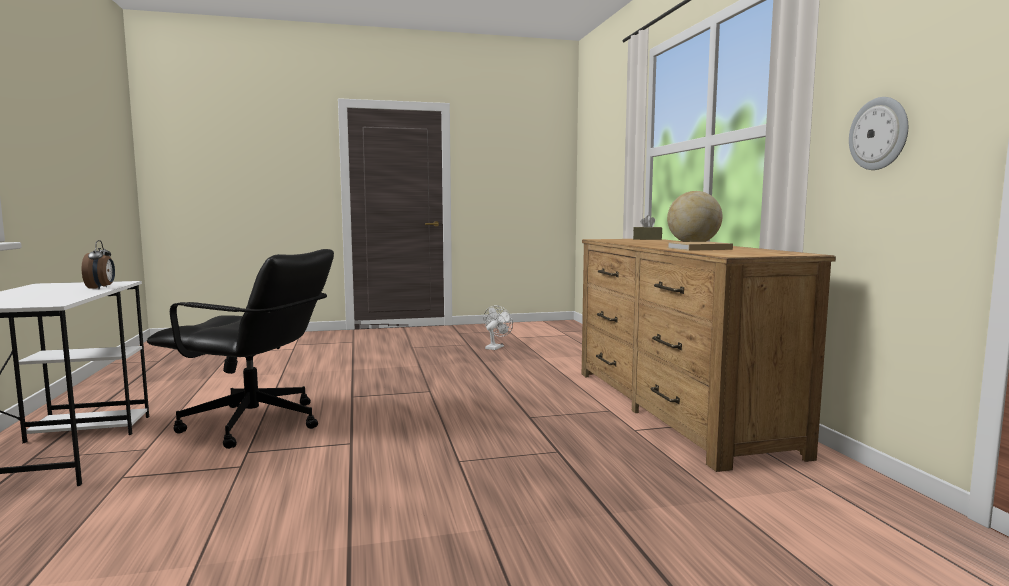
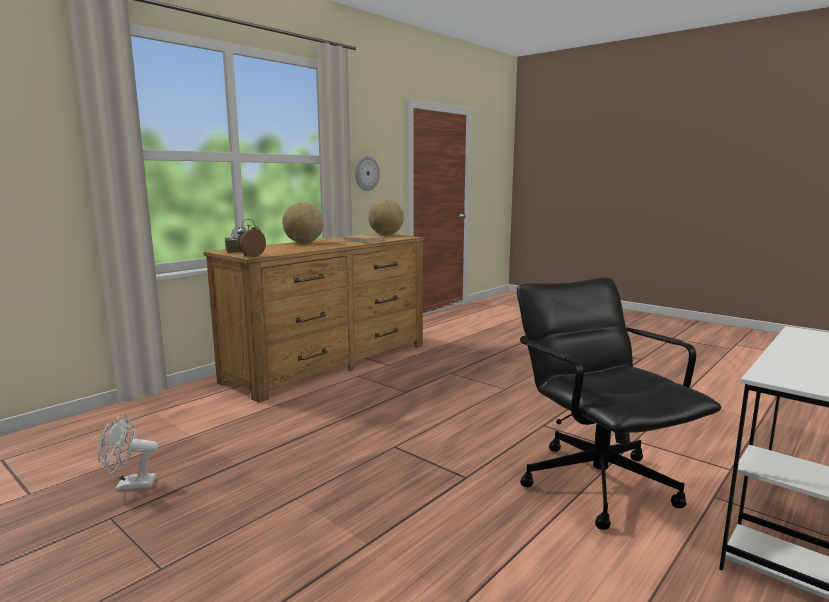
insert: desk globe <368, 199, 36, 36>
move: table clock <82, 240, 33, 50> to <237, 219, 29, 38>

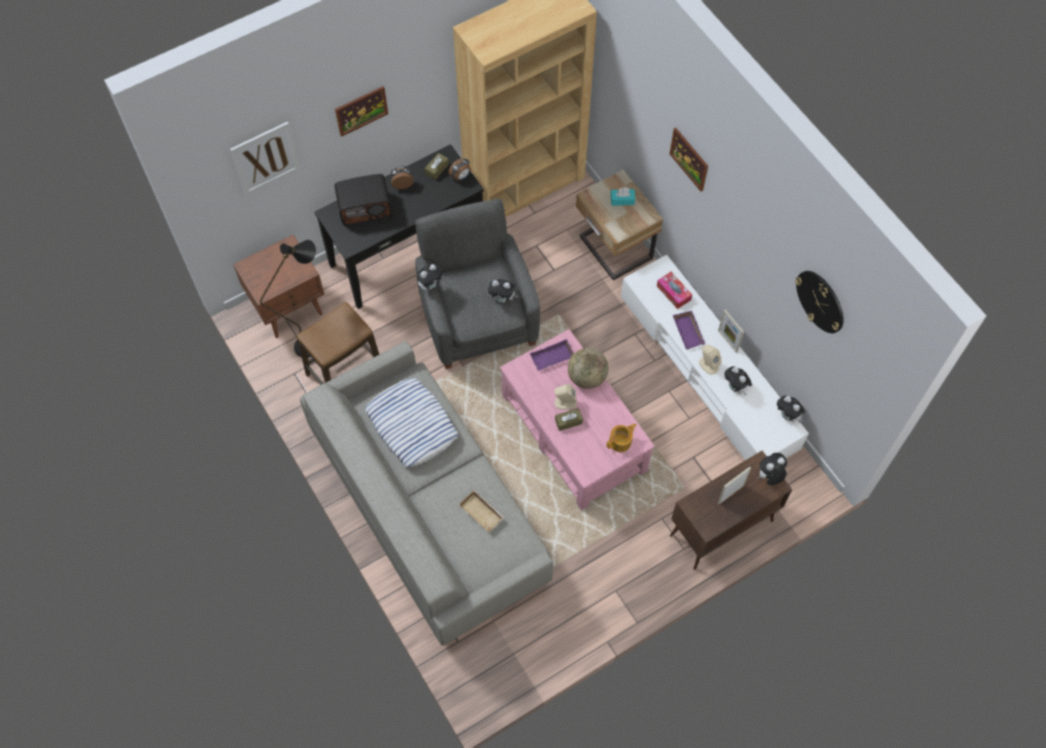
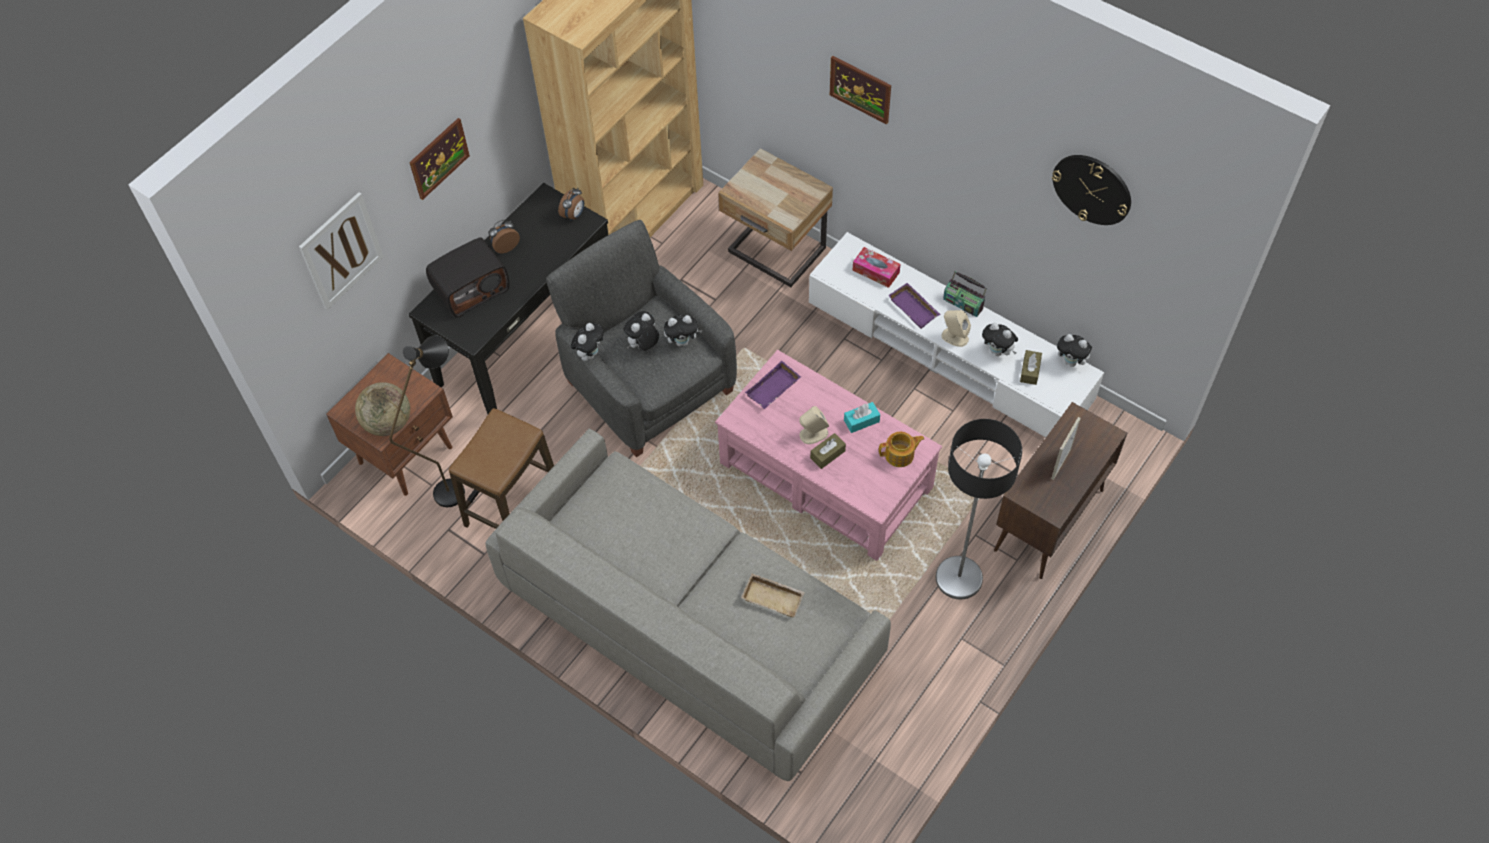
delete: throw pillow <365, 378, 93, 89>
insert: standard lamp <936, 419, 86, 181>
move: brown tissue holder <425, 153, 24, 27> to <1020, 350, 22, 35>; desk globe <568, 348, 41, 41> to <355, 382, 55, 54>; blue-green tissue holder <611, 188, 24, 18> to <844, 402, 36, 31>; cuddly toy <757, 453, 30, 32> to <623, 311, 36, 40>
replace: picture frame <718, 310, 26, 43> to radio <943, 271, 44, 46>
rotate: pot for tea <606, 423, 31, 29> = <879, 432, 45, 35> 45 degrees clockwise

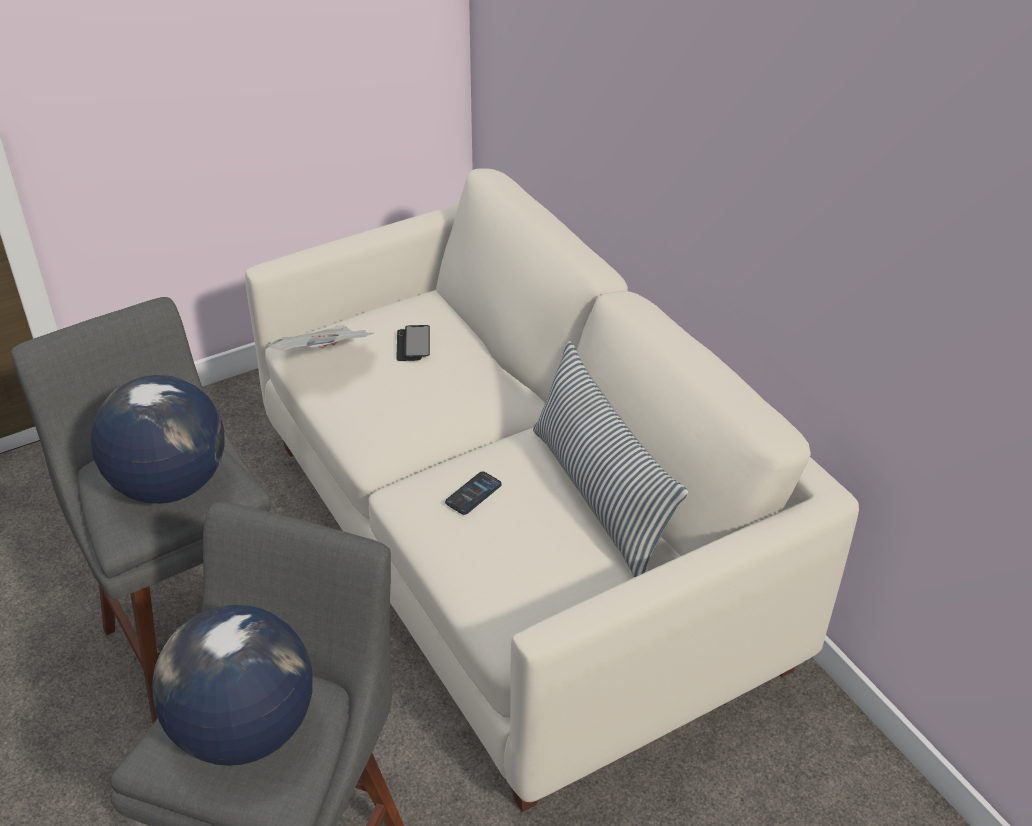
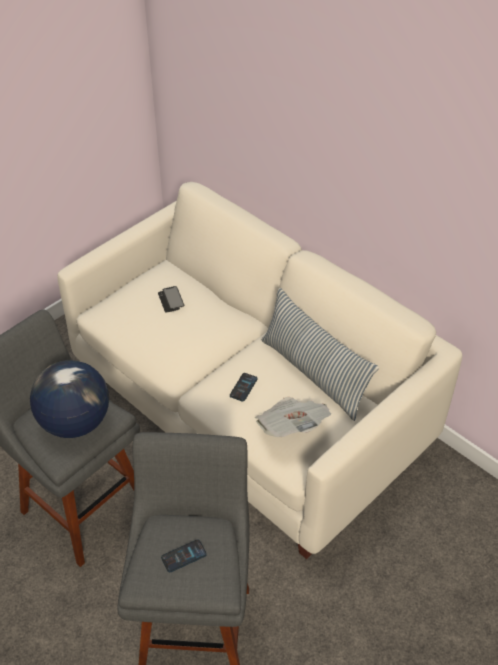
move: newspaper <268, 325, 106, 25> to <255, 397, 76, 40>
replace: desk globe <152, 605, 161, 161> to handset <161, 539, 46, 33>

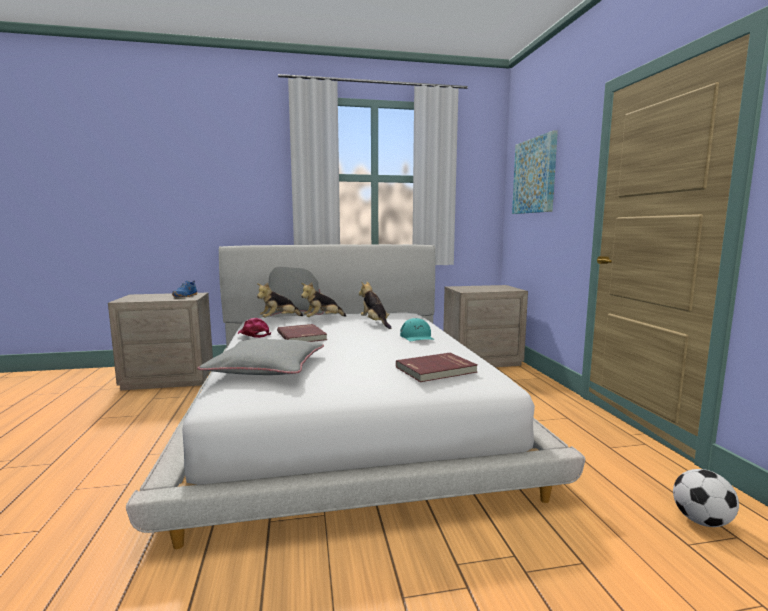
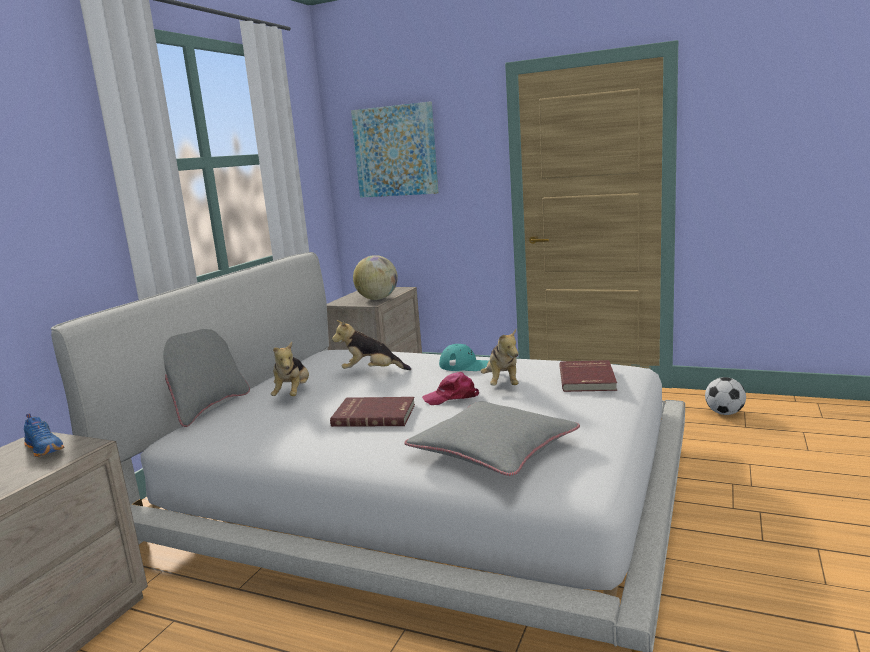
insert: desk globe <353, 255, 45, 45>
move: pink-coloured cap <238, 318, 33, 20> to <422, 372, 57, 33>; cuddly toy <257, 283, 46, 35> to <481, 329, 38, 57>

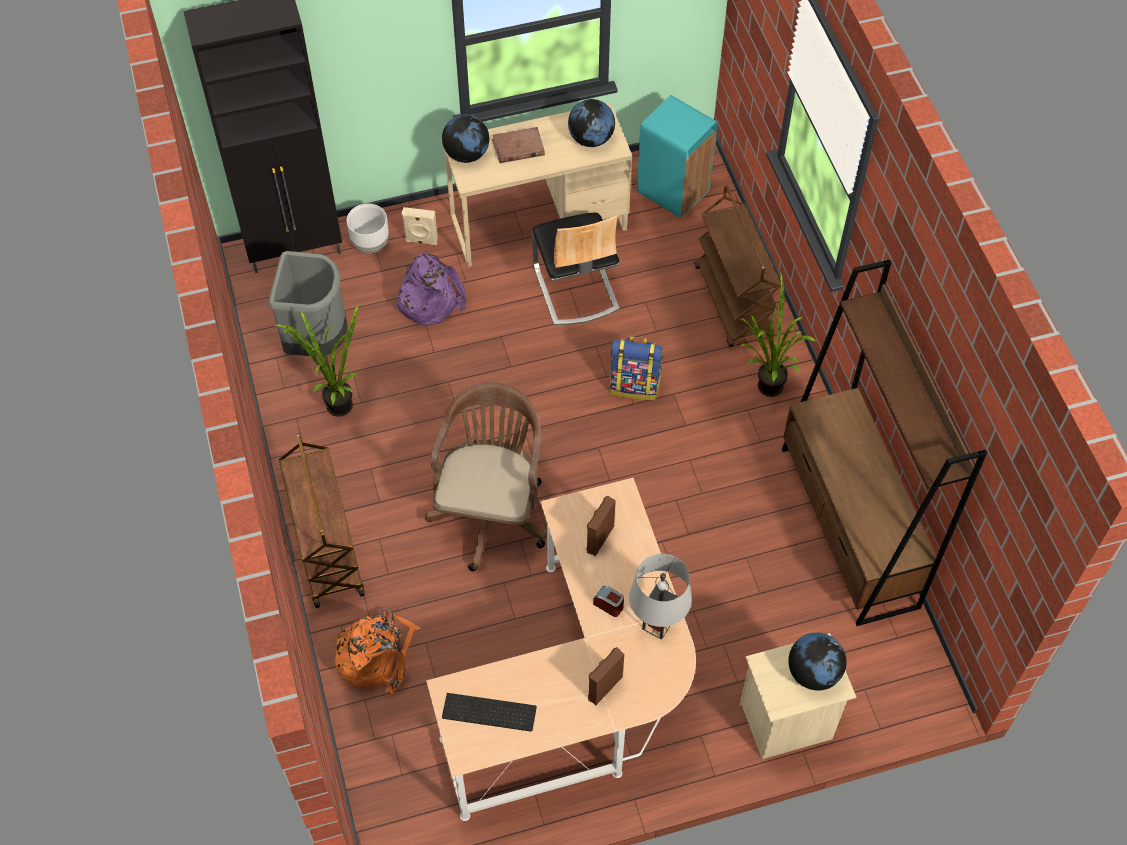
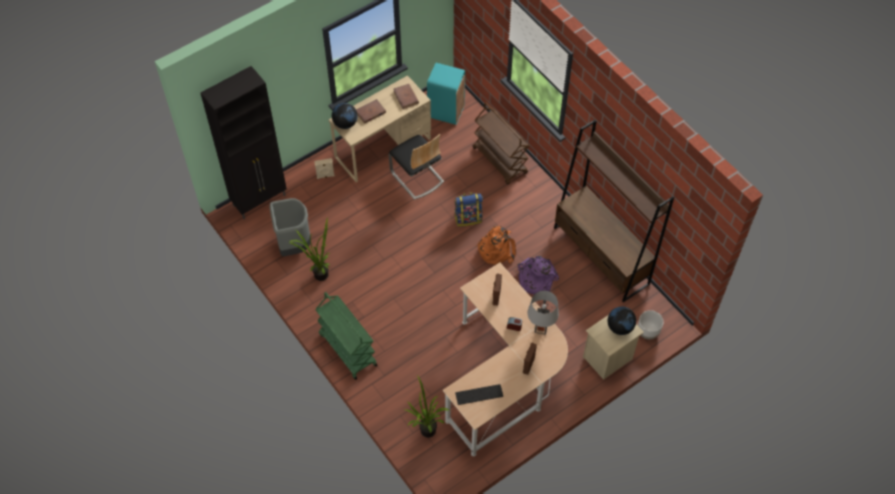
delete: brown computer chair <425, 382, 122, 189>
move: orange-coloured backpack <335, 609, 86, 86> to <476, 226, 40, 39>; white plant pot <347, 204, 42, 49> to <638, 310, 26, 29>; purple-coloured backpack <394, 254, 73, 72> to <517, 256, 42, 38>; plant in a pot <740, 270, 77, 127> to <405, 375, 44, 63>
replace: desk globe <568, 99, 47, 48> to brown volume <393, 84, 26, 25>
recolor: brown cart <279, 433, 86, 175> to greenish cart <315, 292, 63, 88>

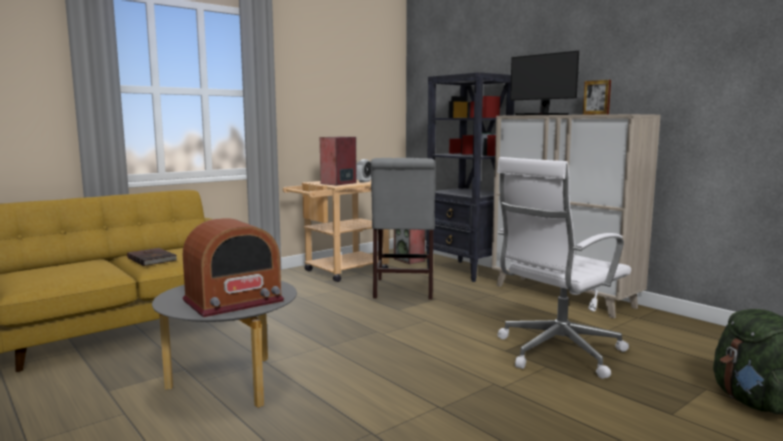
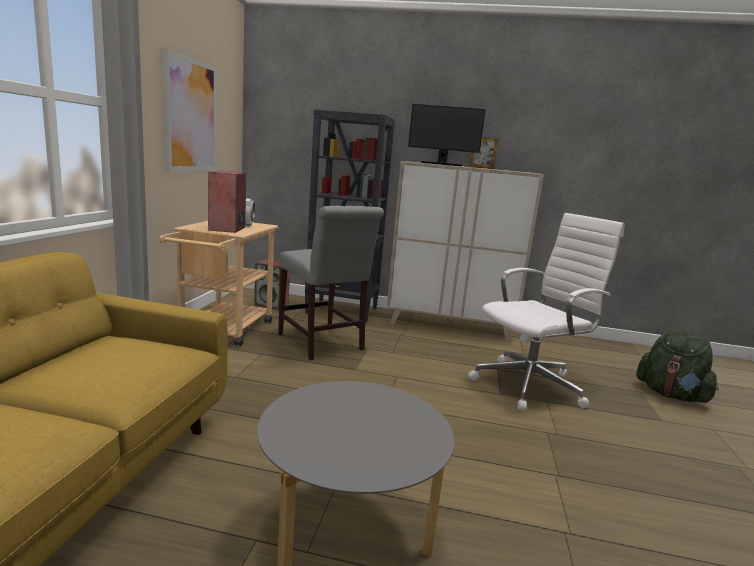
delete: brown volume <127, 248, 50, 18>; radio <183, 218, 101, 99>
insert: picture <163, 48, 53, 124>
rotate: white computer chair <497, 157, 134, 222> = <468, 213, 157, 198> 135 degrees counterclockwise

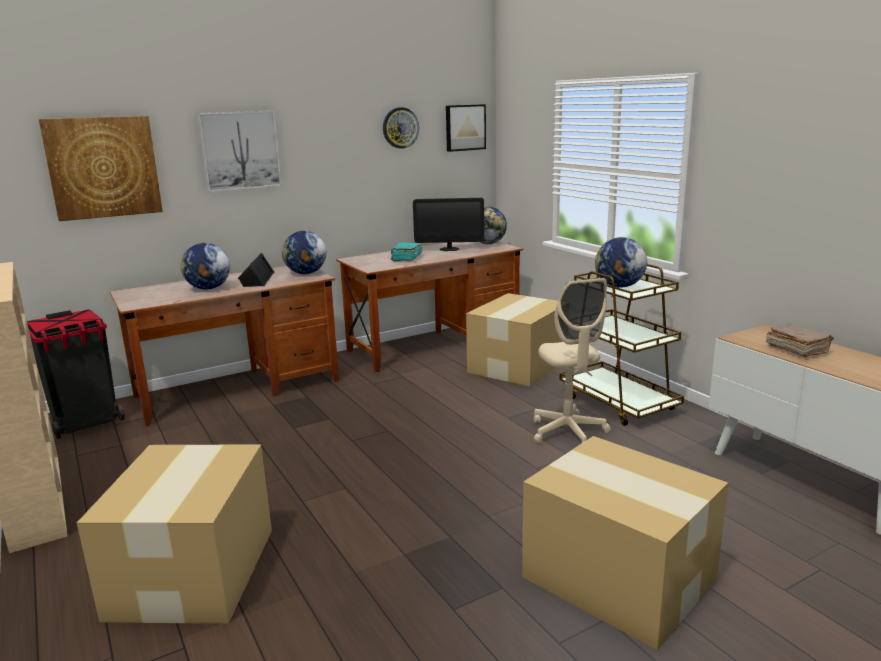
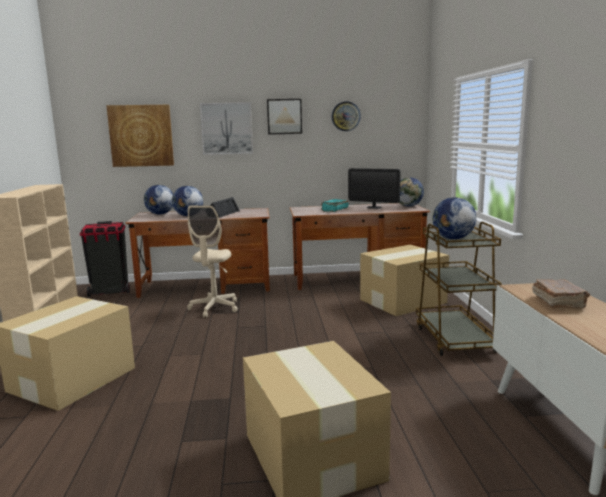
move: desk globe <282, 231, 44, 43> to <143, 185, 30, 29>; picture <446, 104, 40, 48> to <267, 99, 35, 36>; sand-coloured computer chair <534, 278, 76, 166> to <187, 205, 51, 113>

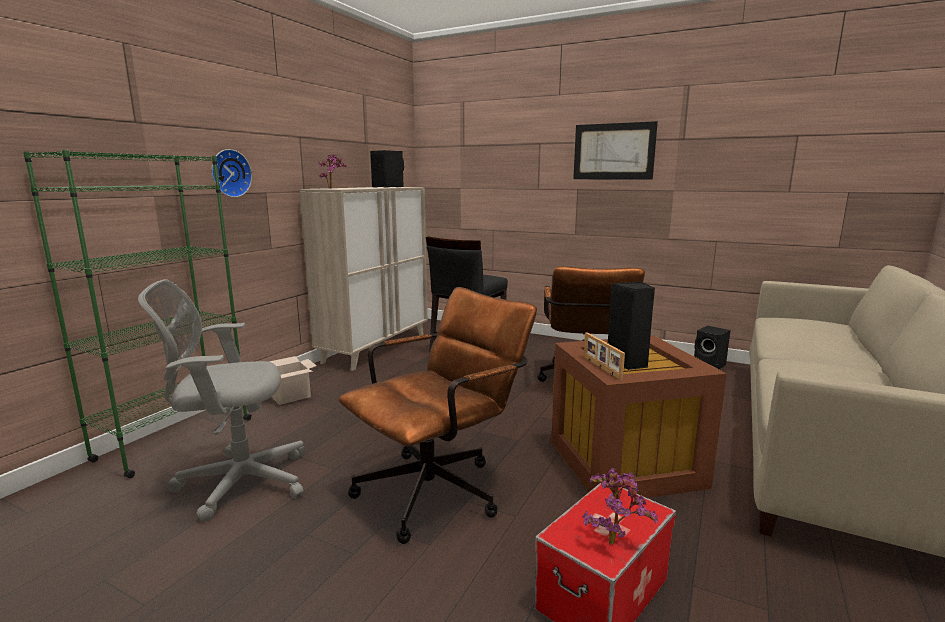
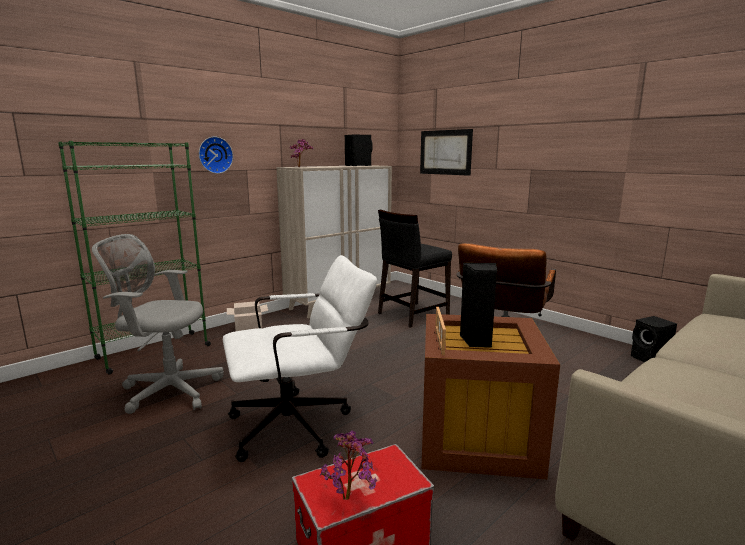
move: picture <573, 121, 85, 58> to <420, 129, 53, 47>
recolor: brown computer chair <339, 287, 198, 257> to white computer chair <223, 255, 154, 207>

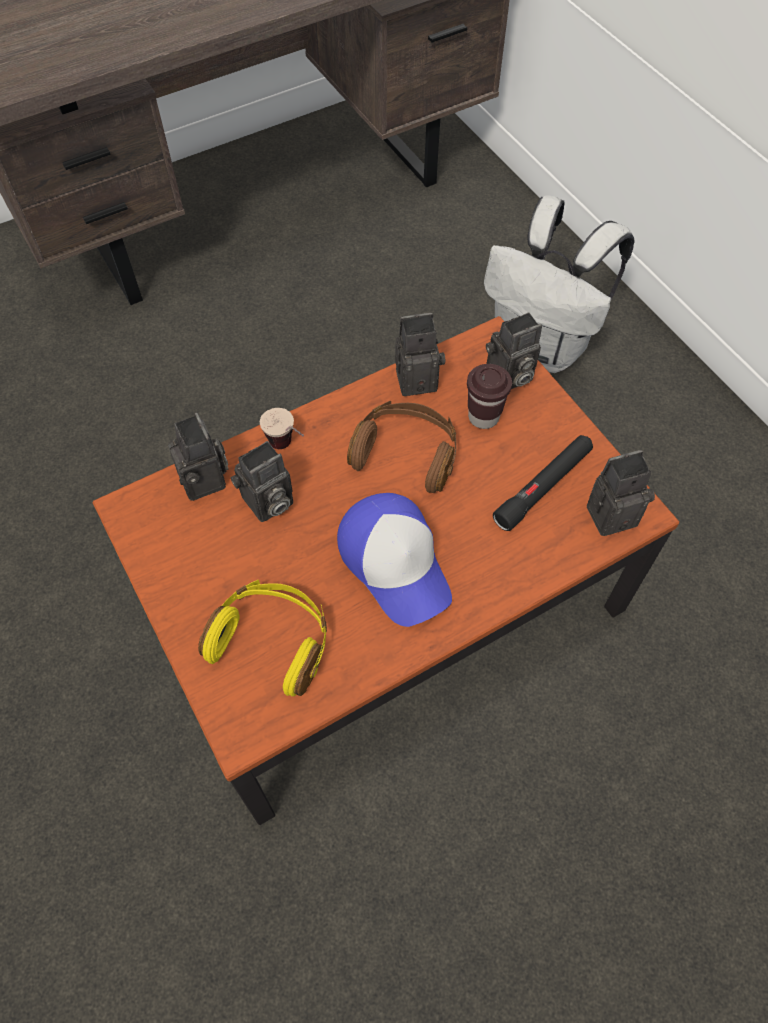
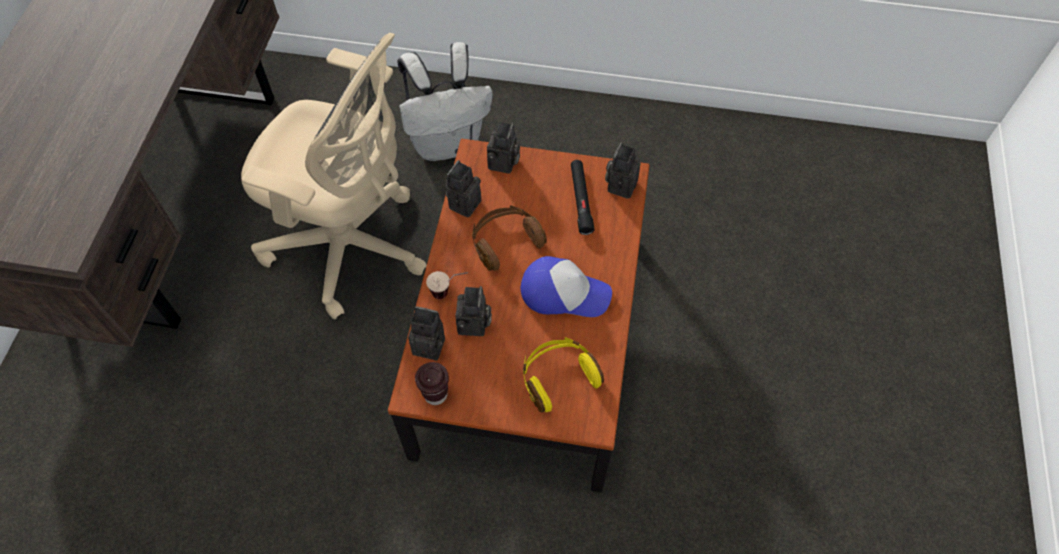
insert: sand-coloured computer chair <241, 33, 186, 287>
move: brown cup <467, 364, 45, 65> to <415, 362, 34, 43>

